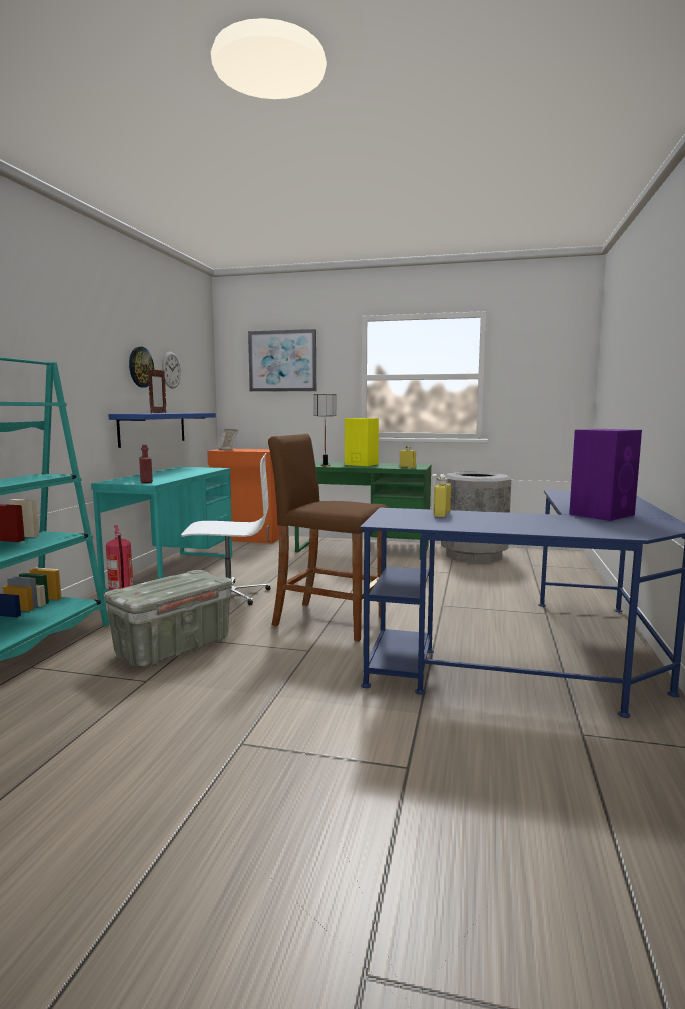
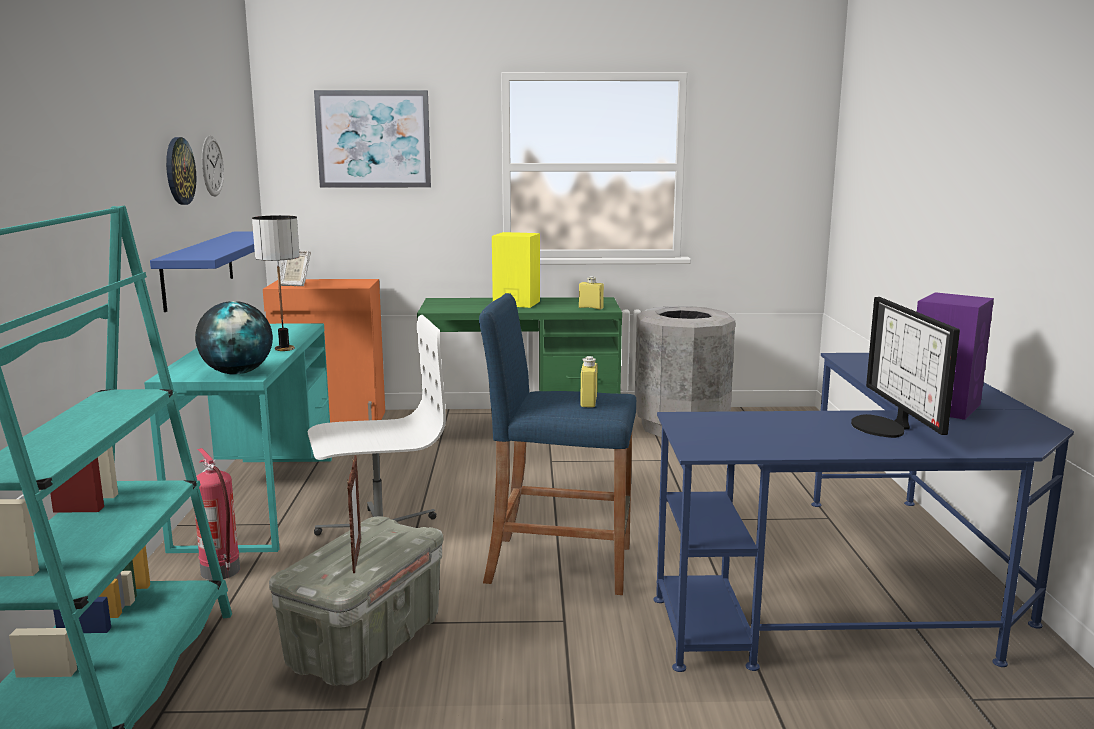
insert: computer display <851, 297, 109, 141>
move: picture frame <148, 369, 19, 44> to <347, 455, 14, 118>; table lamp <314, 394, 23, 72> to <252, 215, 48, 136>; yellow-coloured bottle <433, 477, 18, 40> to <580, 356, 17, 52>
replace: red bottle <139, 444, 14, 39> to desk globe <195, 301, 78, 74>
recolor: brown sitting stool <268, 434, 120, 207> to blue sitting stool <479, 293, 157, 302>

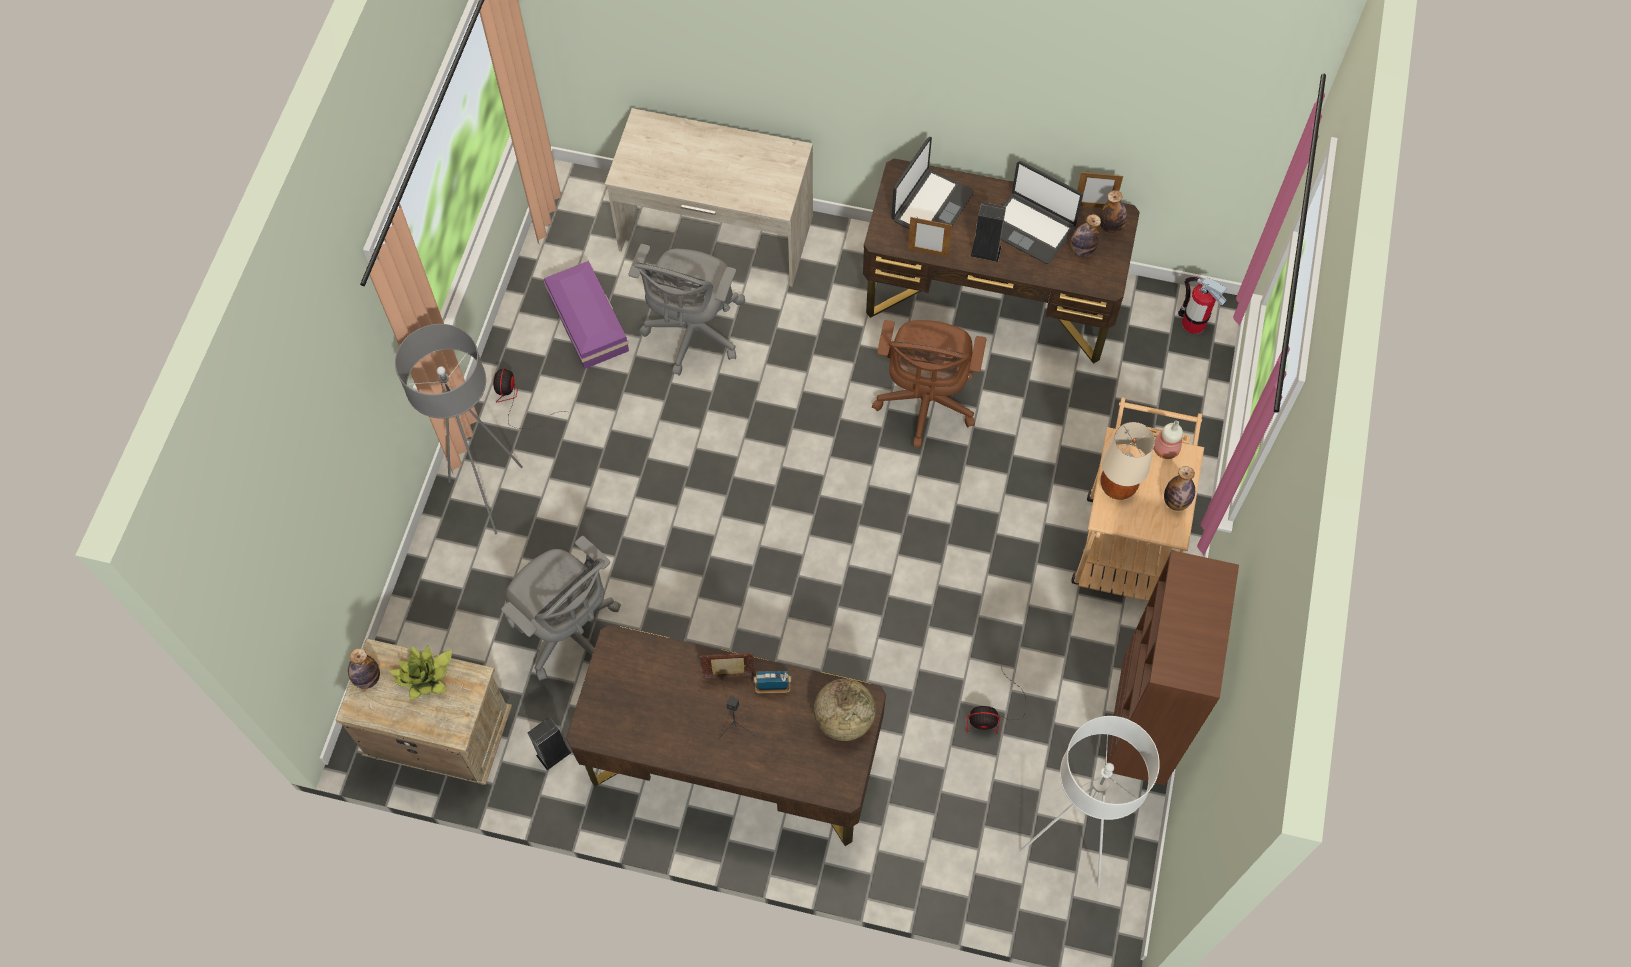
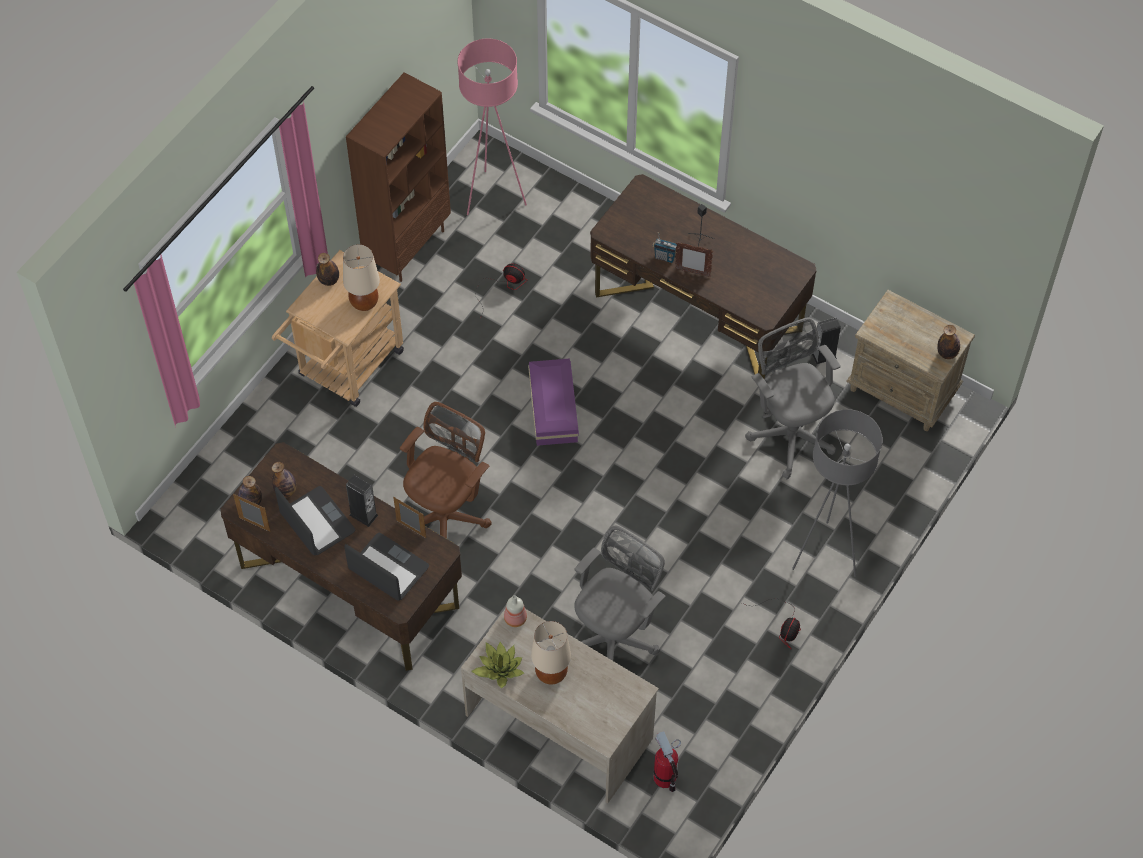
delete: desk globe <814, 679, 62, 62>
insert: sand-coloured table lamp <531, 621, 40, 64>
move: plant in a pot <389, 646, 64, 54> to <471, 642, 53, 46>; purple-coloured storage container <544, 261, 85, 108> to <528, 358, 51, 88>; bottle <1154, 421, 29, 38> to <504, 595, 23, 32>; extinguisher <1178, 277, 50, 57> to <654, 731, 27, 61>
recolor: white standard lamp <1019, 716, 141, 172> to pink-coloured standard lamp <458, 39, 69, 176>
rotate: notebook computer <891, 137, 83, 92> = <344, 533, 85, 68> 75 degrees clockwise

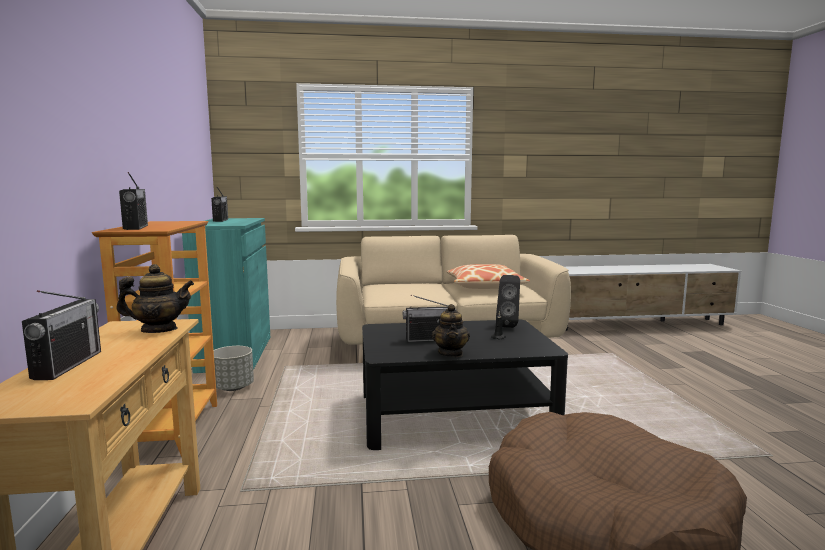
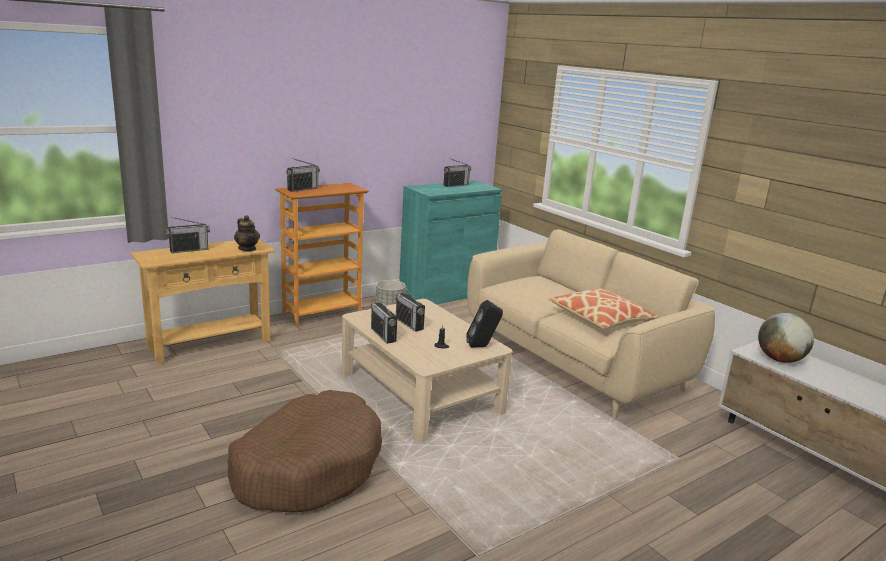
insert: desk globe <758, 313, 56, 50>
replace: pot for tea <432, 304, 38, 53> to radio <371, 293, 26, 51>
recolor: black-coloured lounge table <362, 319, 206, 131> to sand-coloured lounge table <342, 299, 170, 143>

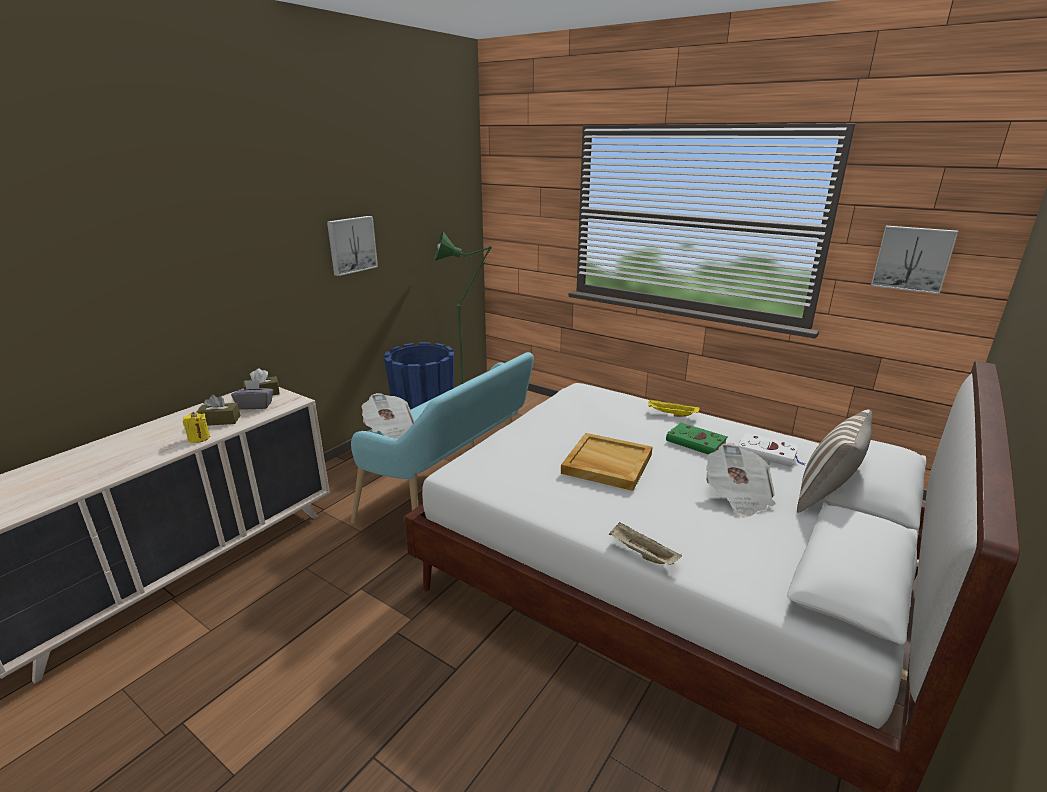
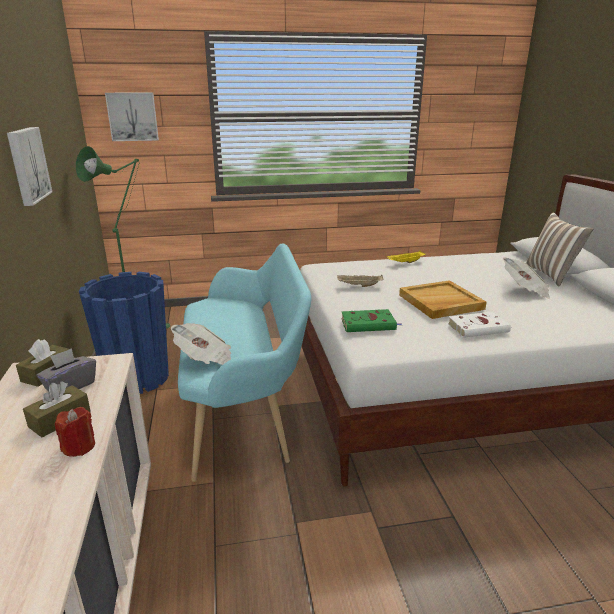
move: sand-coloured tray <609, 522, 73, 43> to <337, 275, 47, 12>; greenish volume <666, 423, 61, 31> to <341, 309, 61, 23>; white volume <738, 433, 67, 34> to <448, 312, 63, 26>; picture <871, 226, 87, 68> to <105, 93, 54, 48>
recolor: yellow-coloured wax light <183, 412, 27, 31> to red wax light <55, 407, 40, 50>

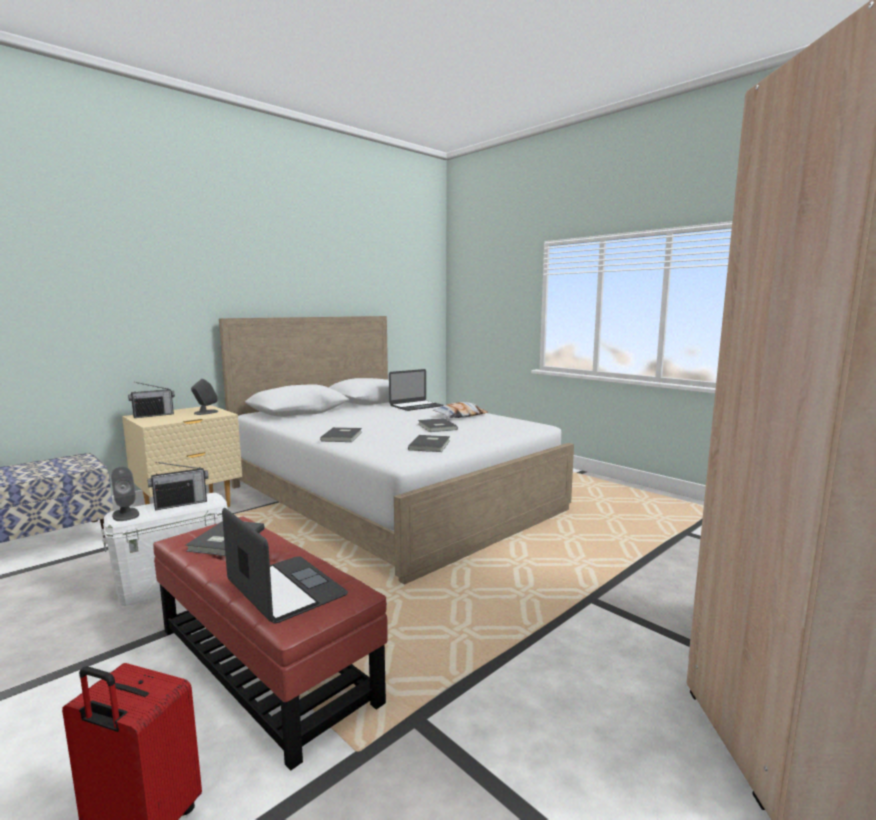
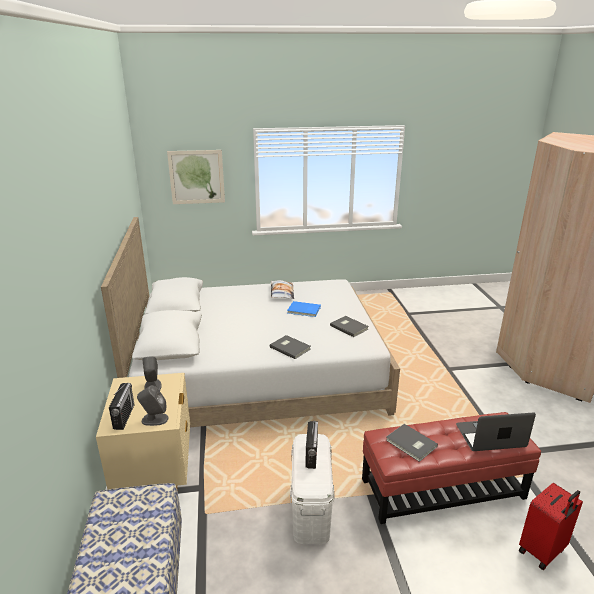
delete: notebook computer <389, 369, 55, 42>
insert: picture <167, 150, 58, 54>
move: greyish loudspeaker <111, 467, 28, 54> to <137, 385, 31, 41>
recolor: greyish volume <418, 418, 40, 14> to blue volume <287, 301, 34, 16>

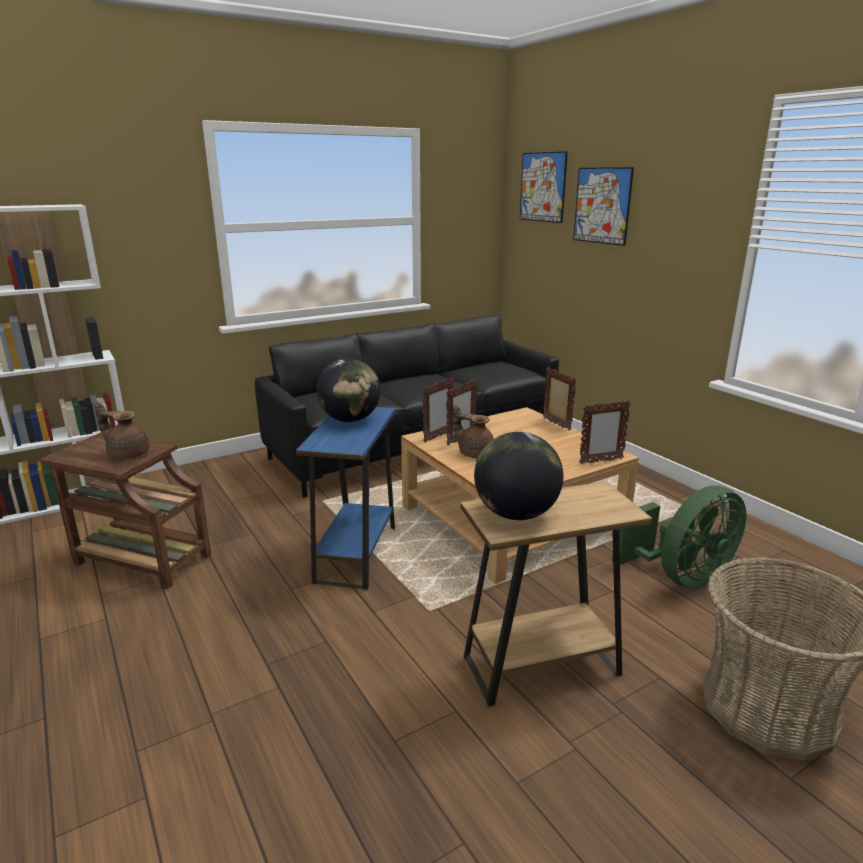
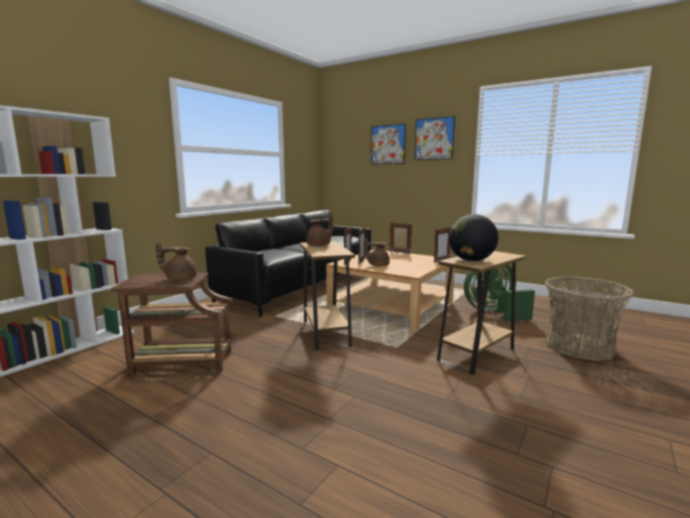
move: picture <520, 151, 48, 72> to <414, 116, 41, 44>
replace: desk globe <317, 359, 64, 63> to brown pot for tea <307, 213, 26, 34>
recolor: blue accent table <296, 407, 100, 183> to brown accent table <300, 241, 55, 110>
rotate: greenish electric fan <612, 486, 134, 103> = <464, 265, 71, 56> 135 degrees counterclockwise

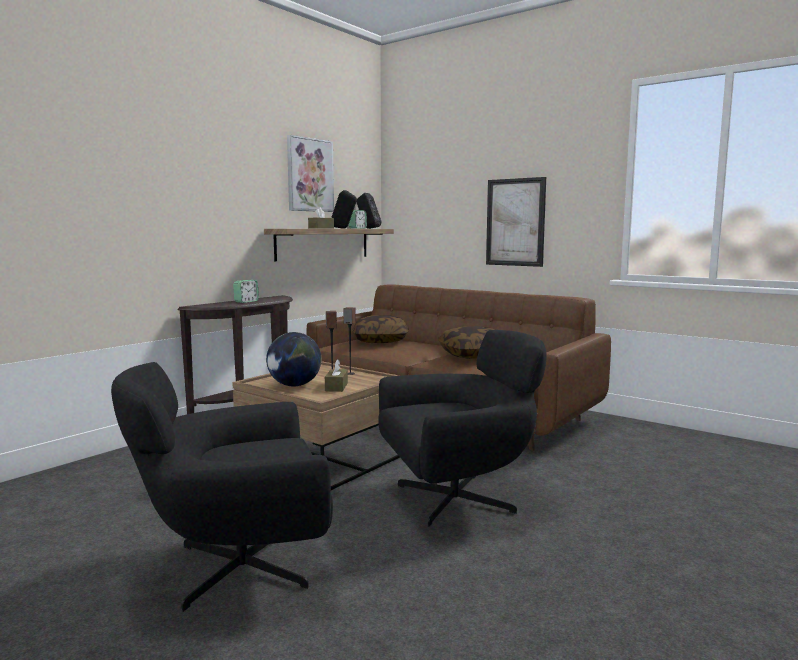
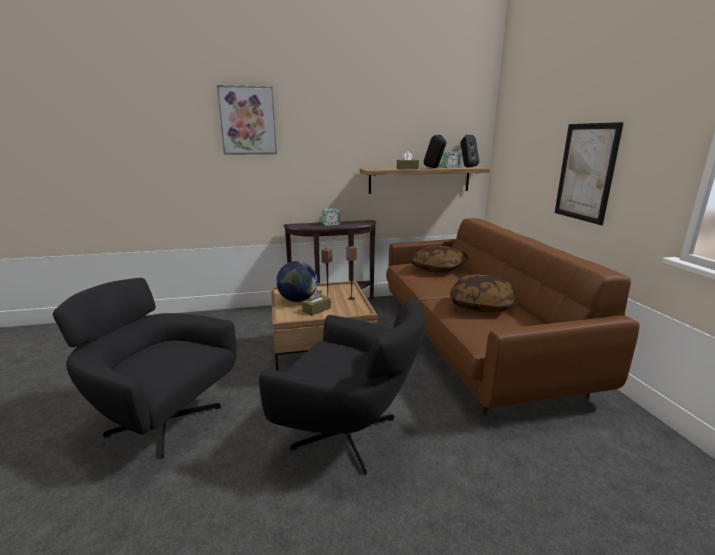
move: picture <287, 135, 47, 77> to <217, 85, 60, 70>

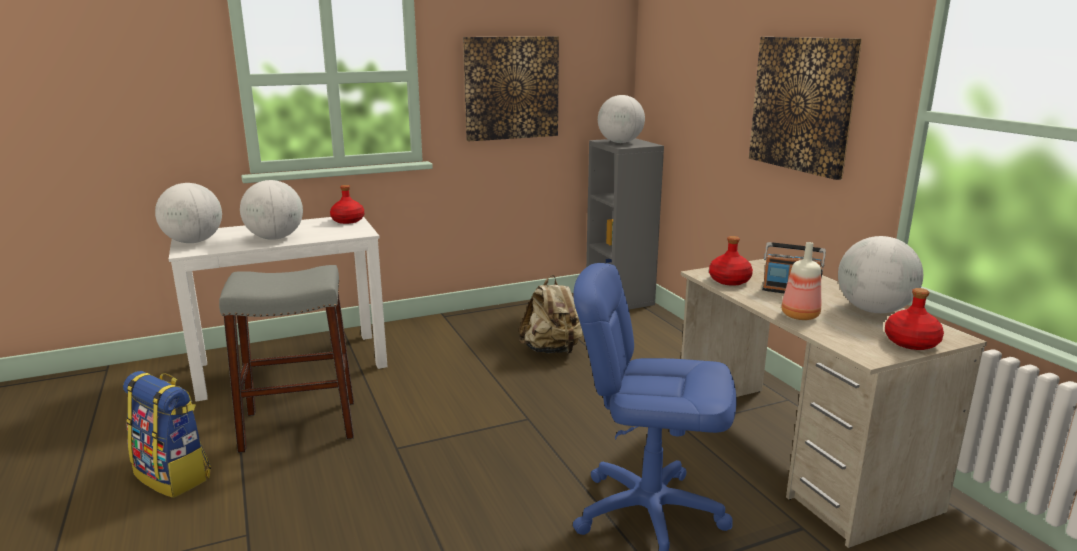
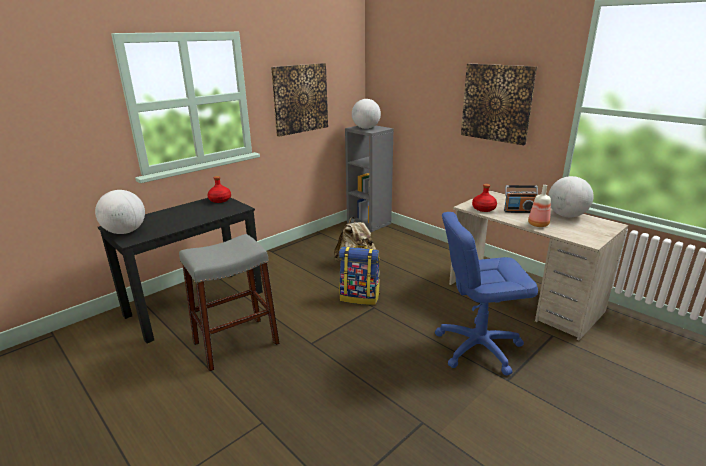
delete: desk globe <240, 180, 63, 60>; red bottle <885, 288, 59, 62>
move: backpack <123, 371, 88, 127> to <339, 245, 41, 60>
recolor: white desk unit <169, 216, 219, 186> to black-coloured desk unit <98, 197, 165, 147>

